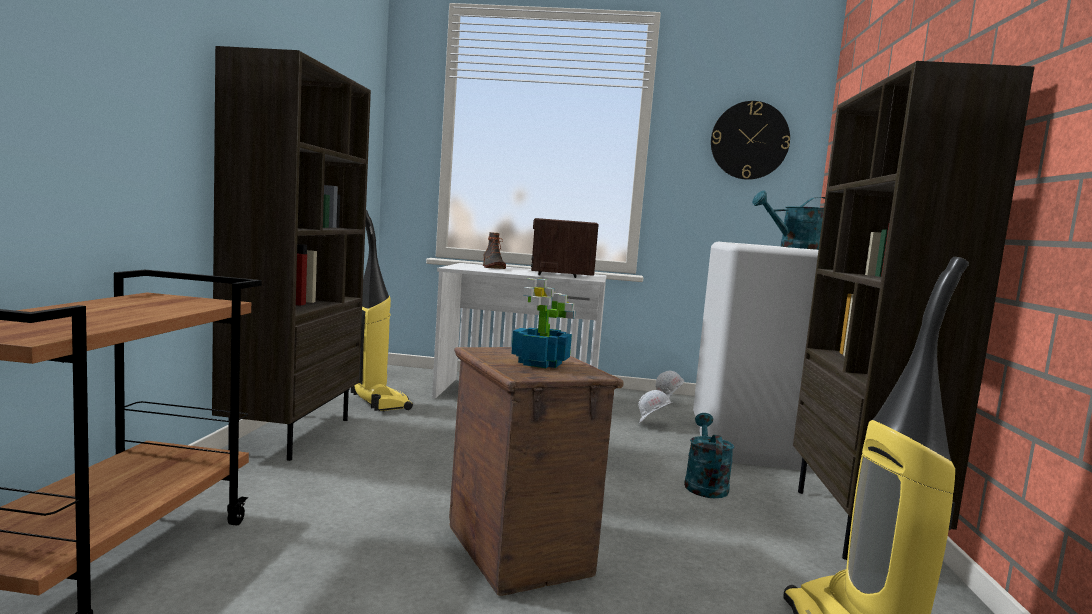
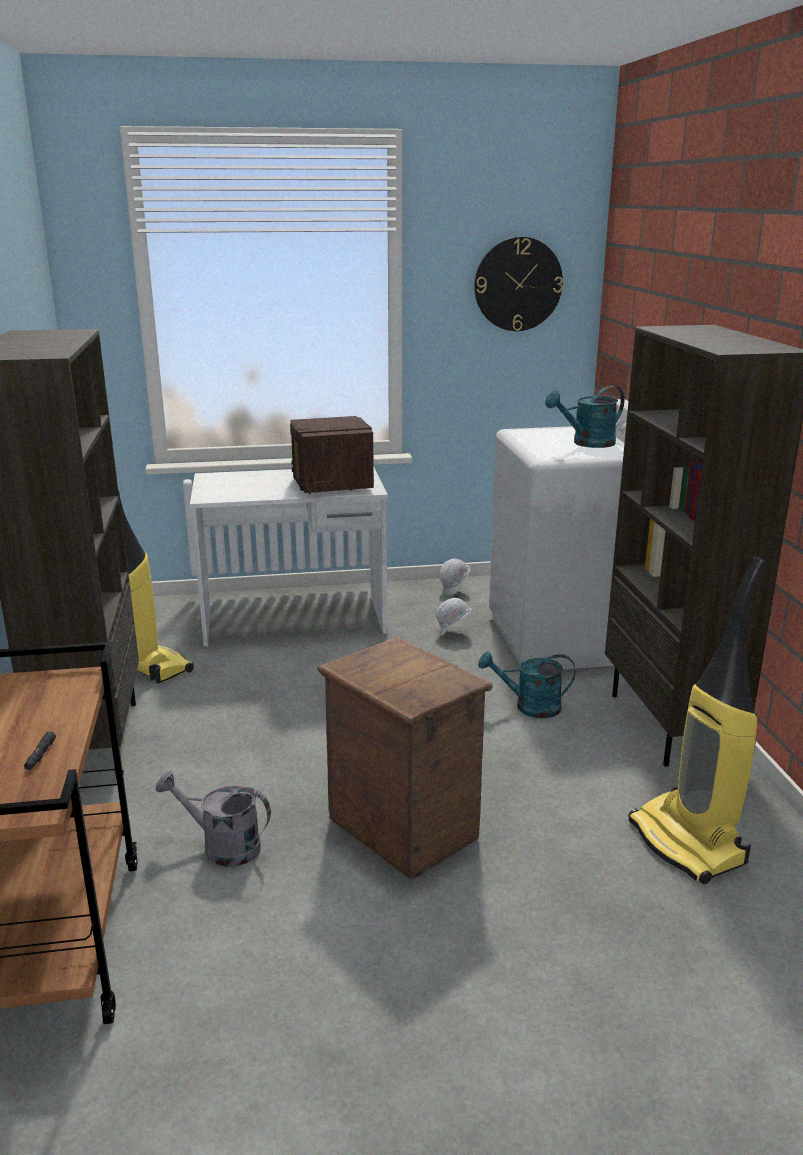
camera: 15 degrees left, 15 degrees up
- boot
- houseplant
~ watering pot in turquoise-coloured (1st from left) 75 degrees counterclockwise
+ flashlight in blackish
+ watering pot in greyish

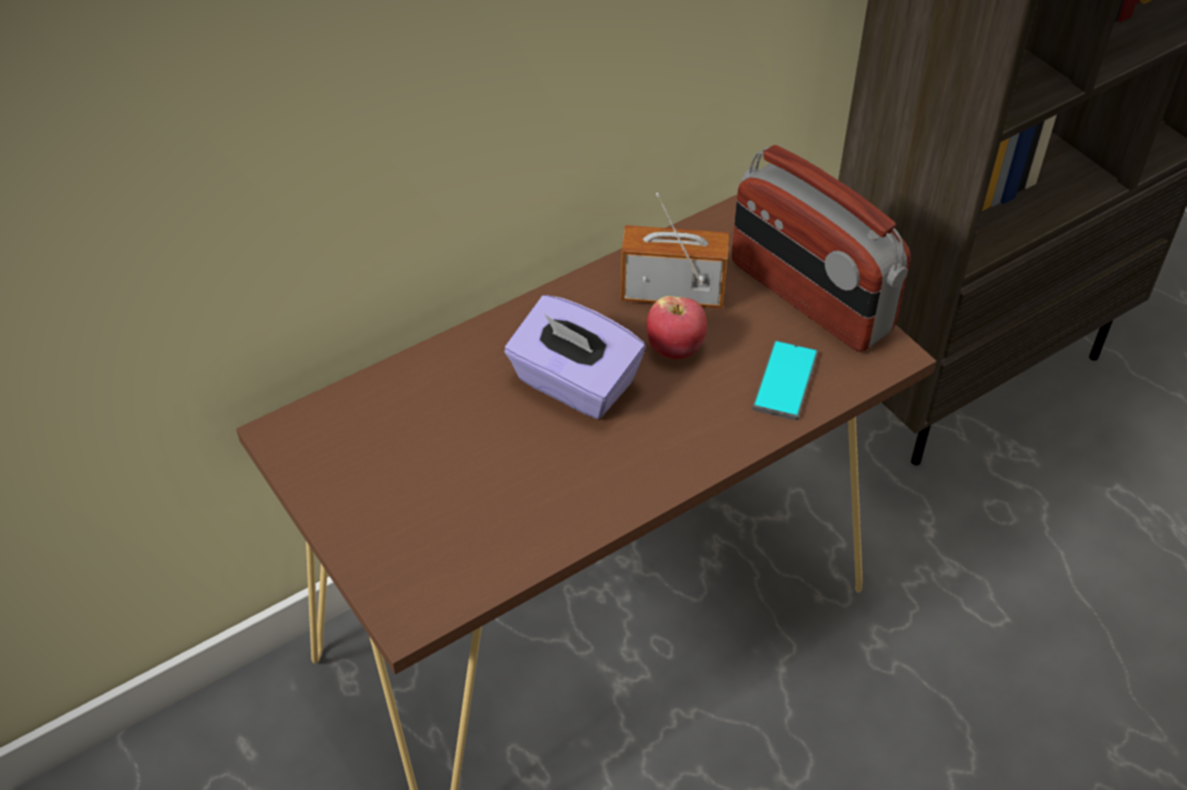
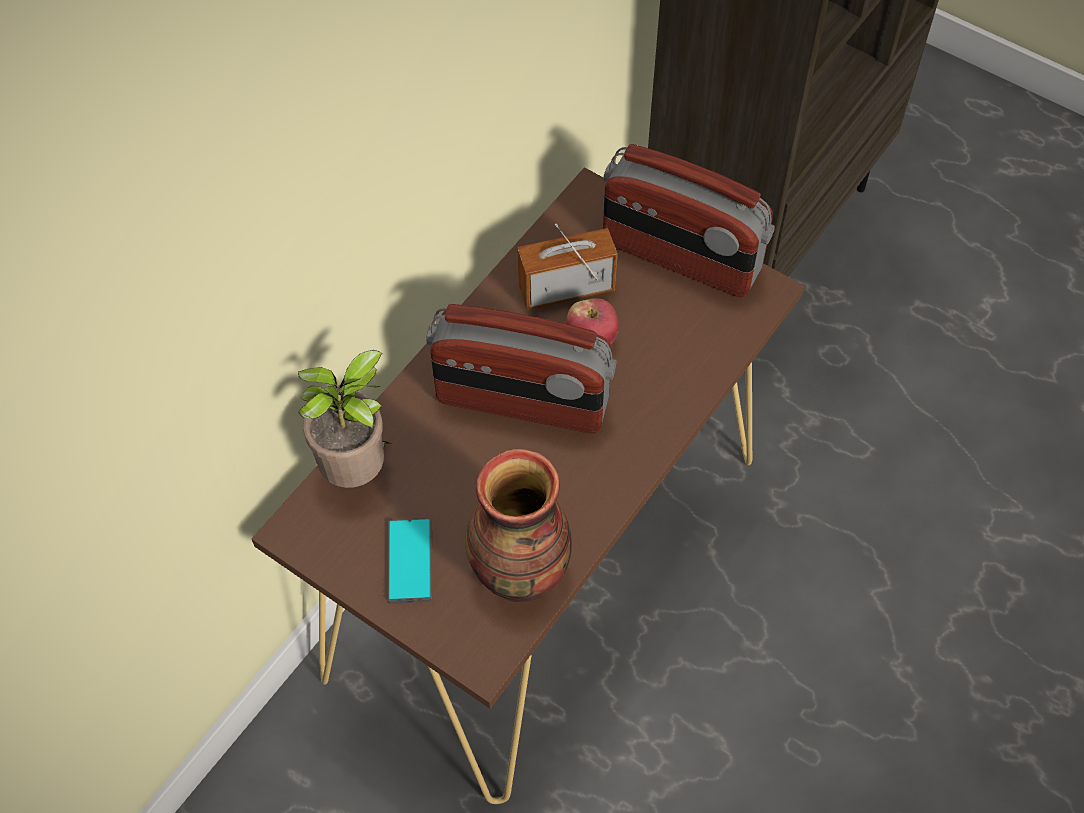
camera: 20 degrees left, 10 degrees up
~ tissue holder in purplish to radio (1st from left)
~ phone
+ houseplant
+ vase

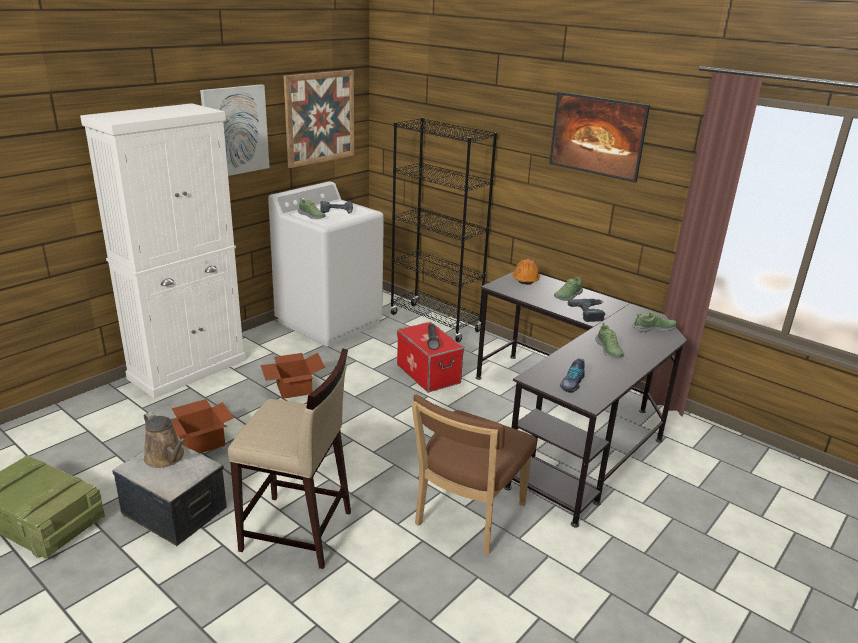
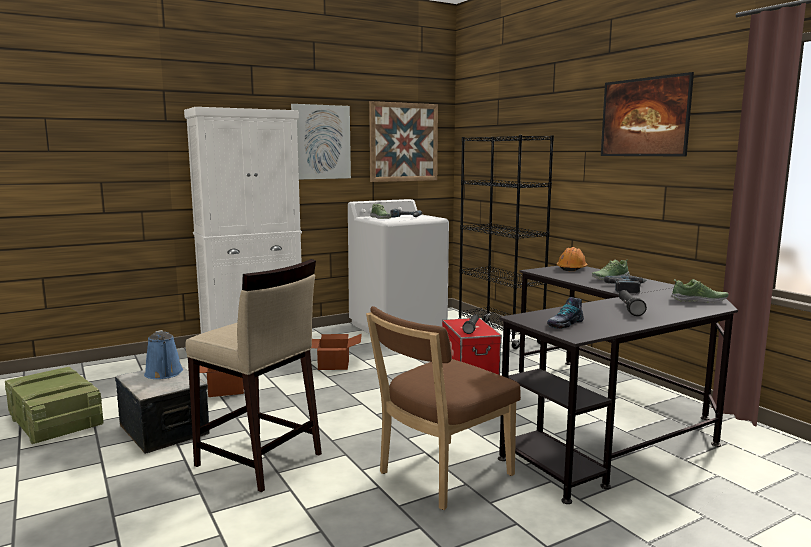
camera: 20 degrees right, 15 degrees down
~ watering pot in brownish to watering pot in blue
~ shoe (4th from left) to flashlight in blackish (2nd from left)

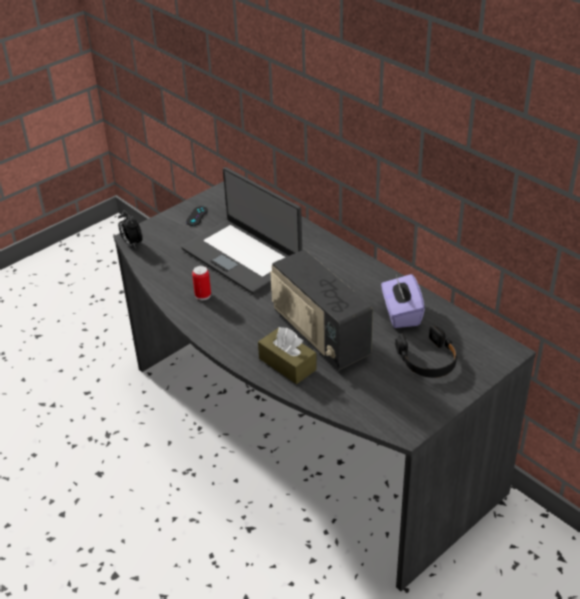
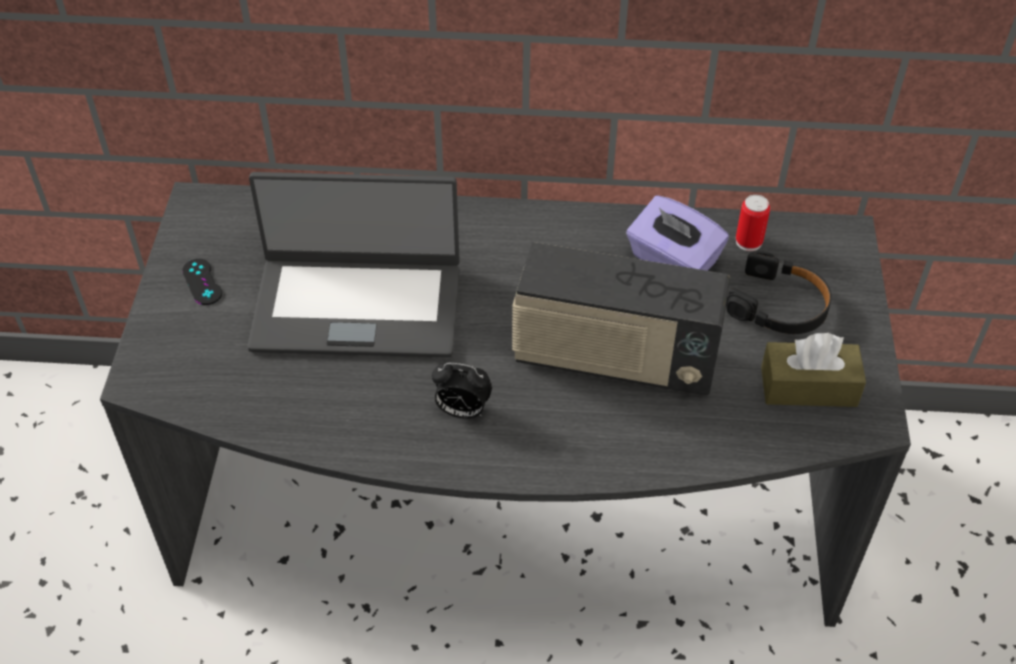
camera: 45 degrees left, 10 degrees up
~ bedside clock
~ sealed can
~ tissue holder in brownish

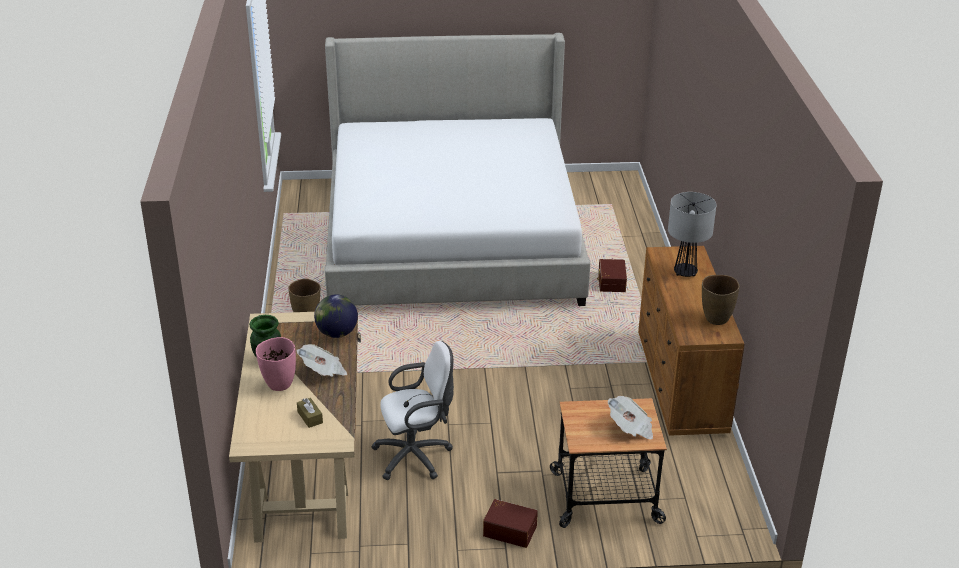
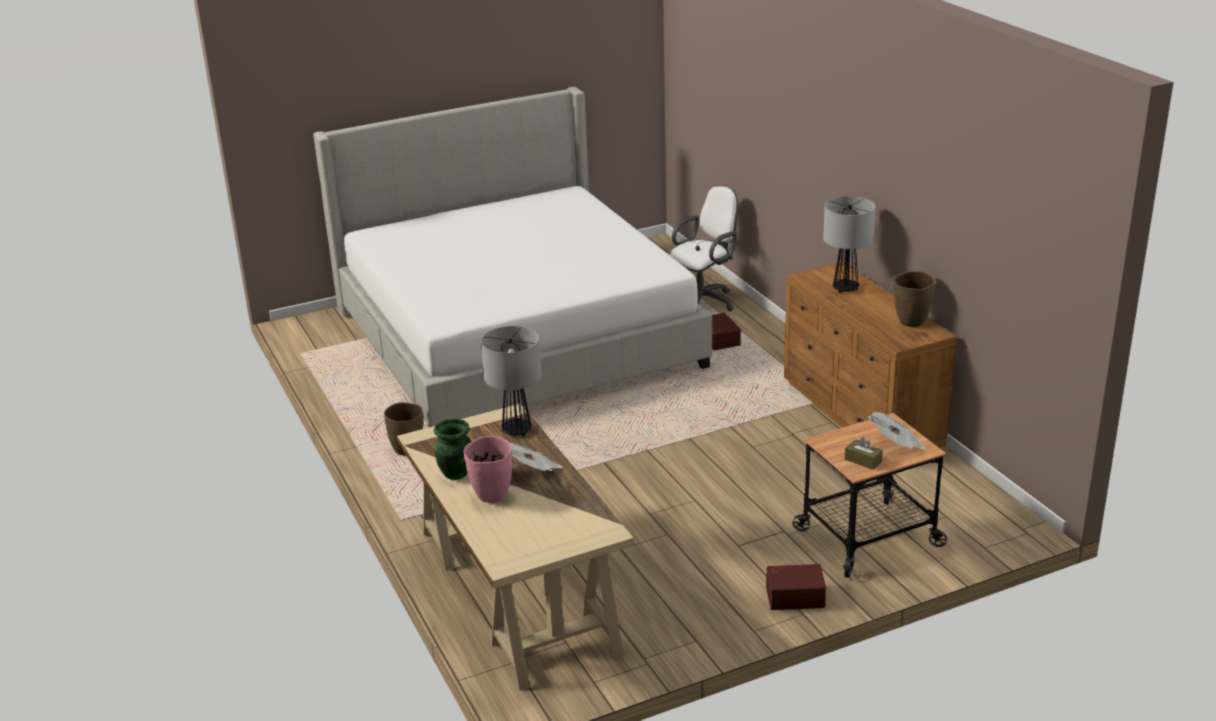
camera: 20 degrees left, 5 degrees down
~ tissue holder in brownish
~ world globe to table lamp (1st from left)
~ computer chair in whitish

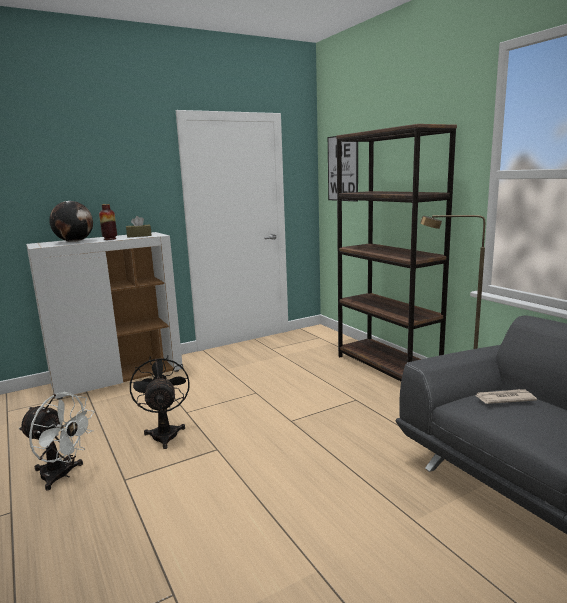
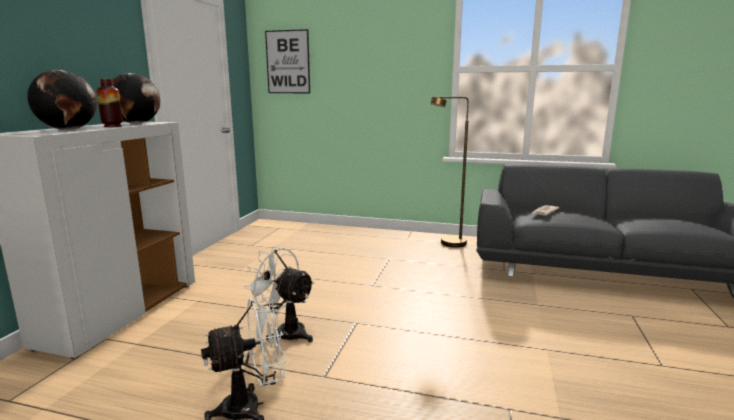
camera: 45 degrees left, 0 degrees up
~ tissue holder in brownish to world globe (2nd from left)
~ fan in blackish to fan in whitish (2nd from left)
- bookcase in brownish

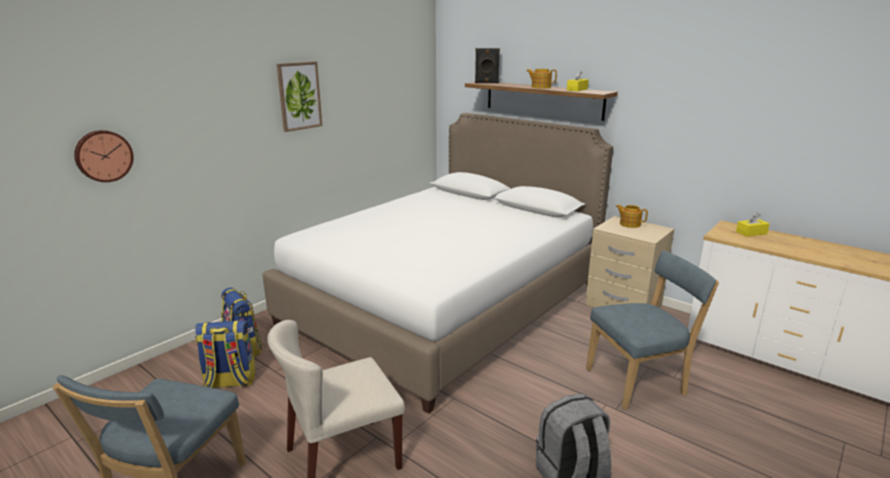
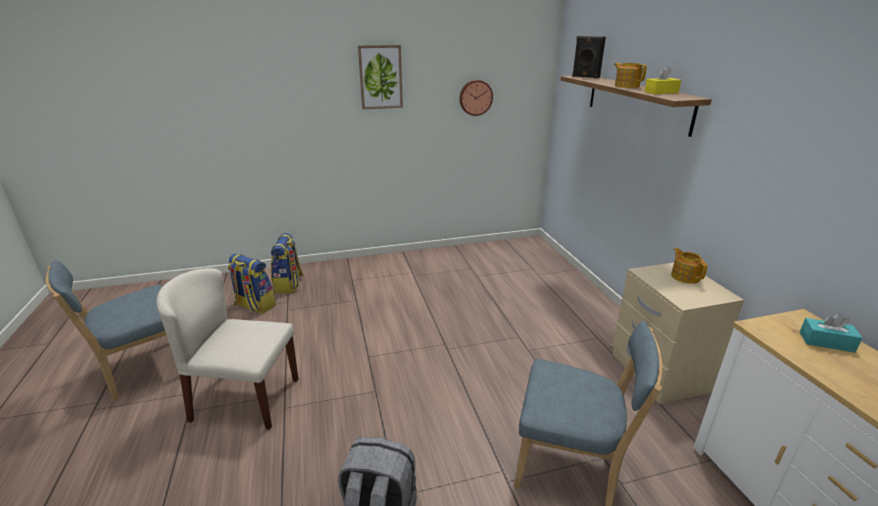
camera: 35 degrees right, 5 degrees up
~ hanging clock
- bed in whitish
~ tissue holder in yellow (2nd from left) to tissue holder in turquoise-coloured

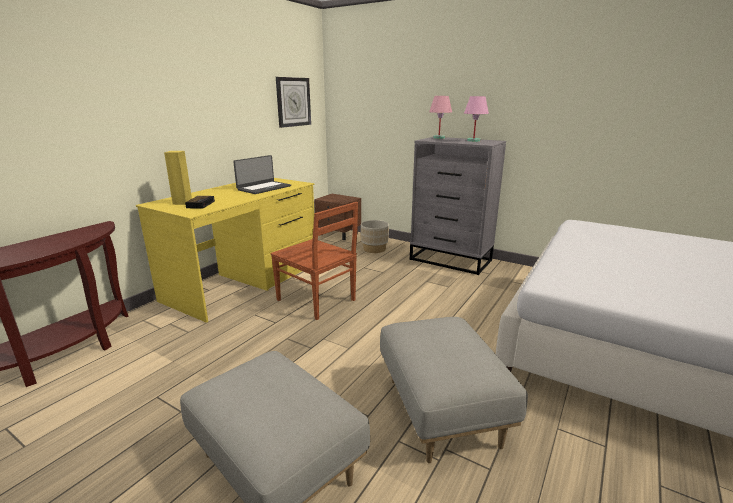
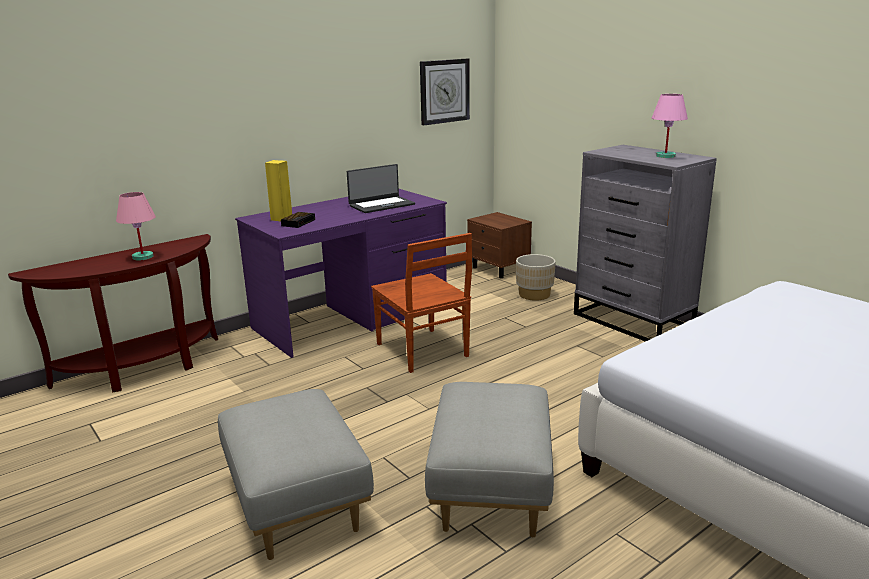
camera: 20 degrees right, 0 degrees up
~ desk unit in yellow to desk unit in purplish
~ table lamp in pink-coloured (1st from left)

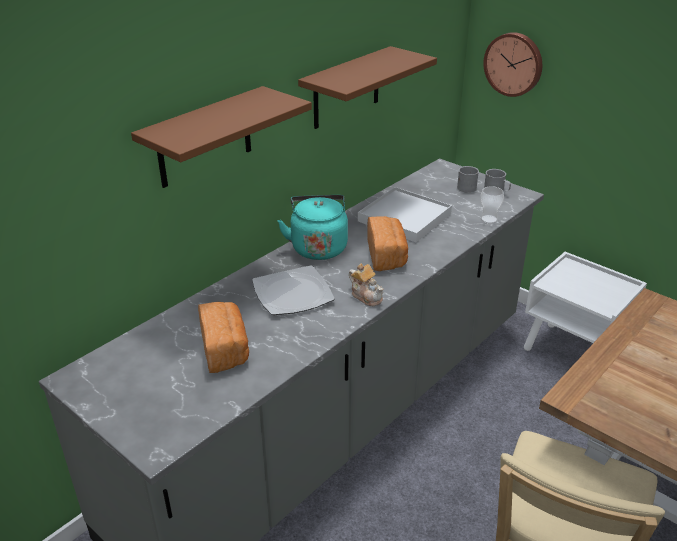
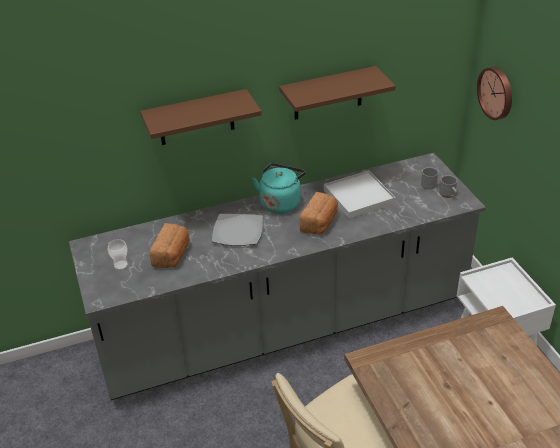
camera: 30 degrees right, 5 degrees up
- pot for tea
~ small cup

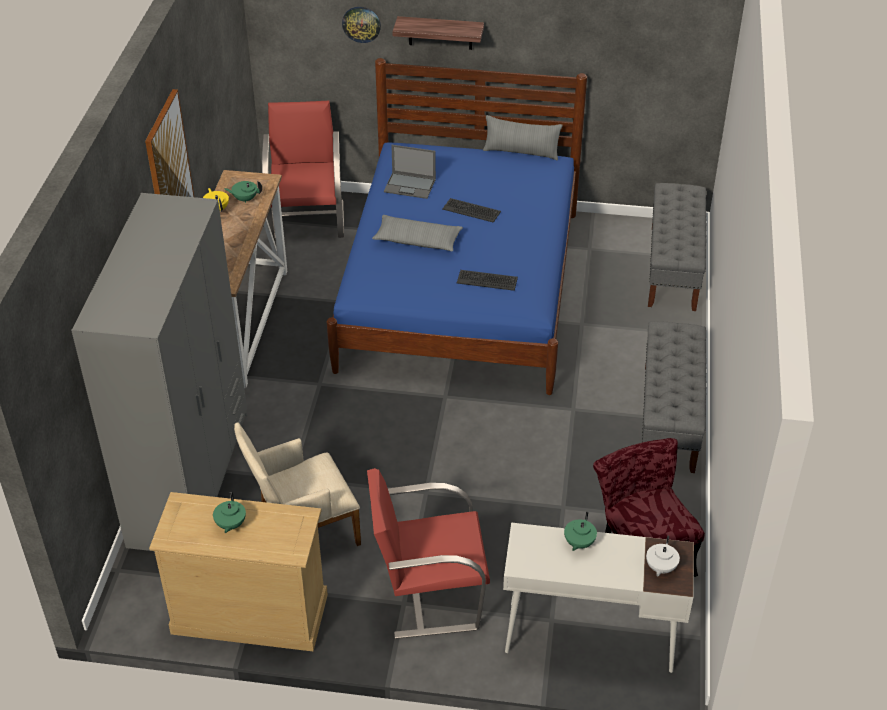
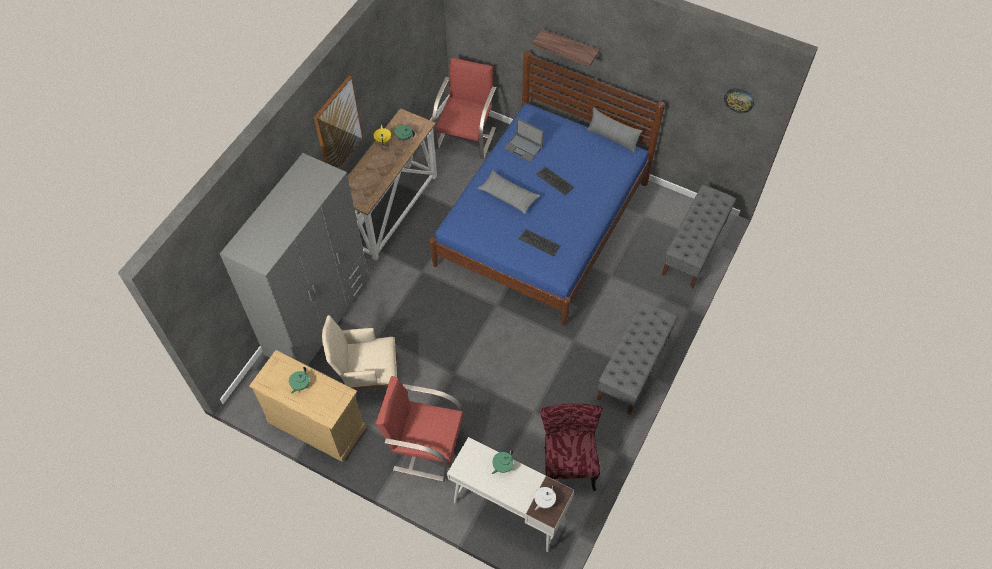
camera: 20 degrees right, 15 degrees up
~ hanging clock

